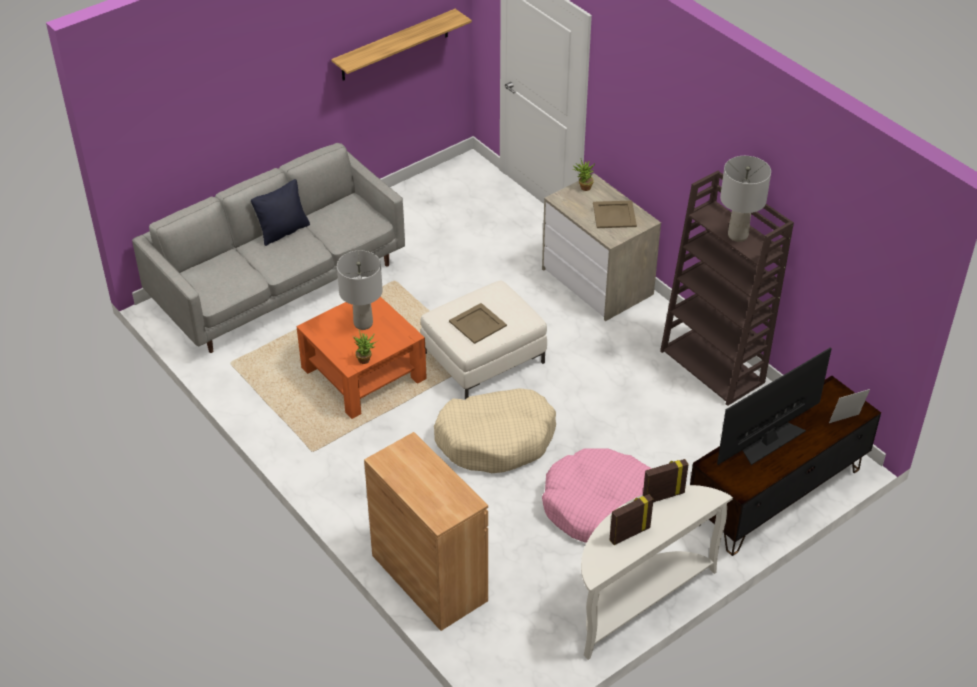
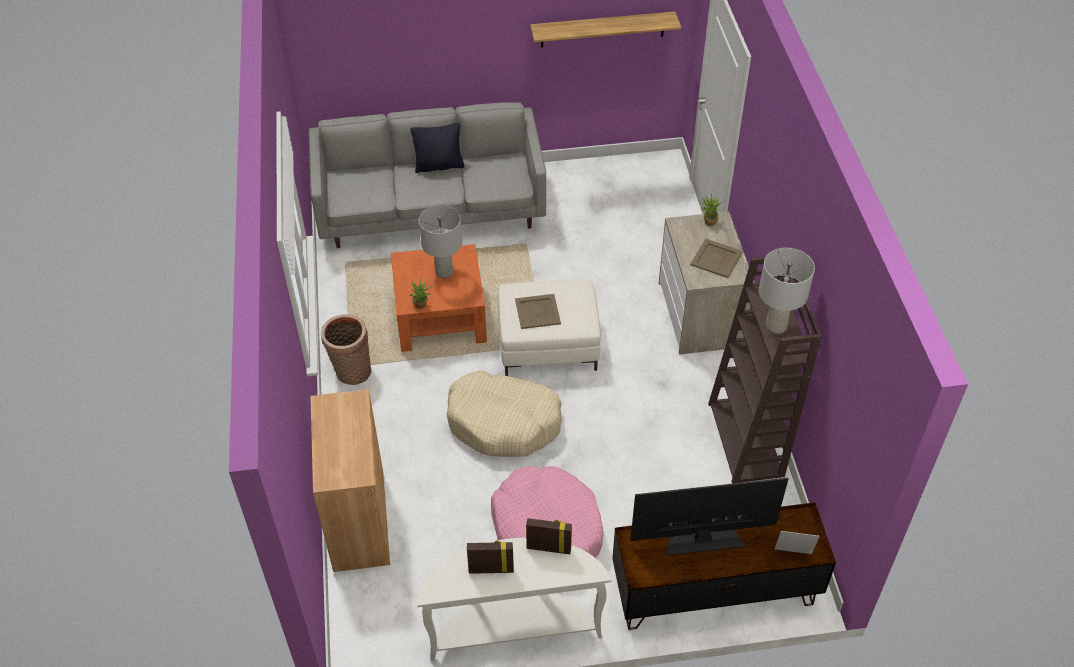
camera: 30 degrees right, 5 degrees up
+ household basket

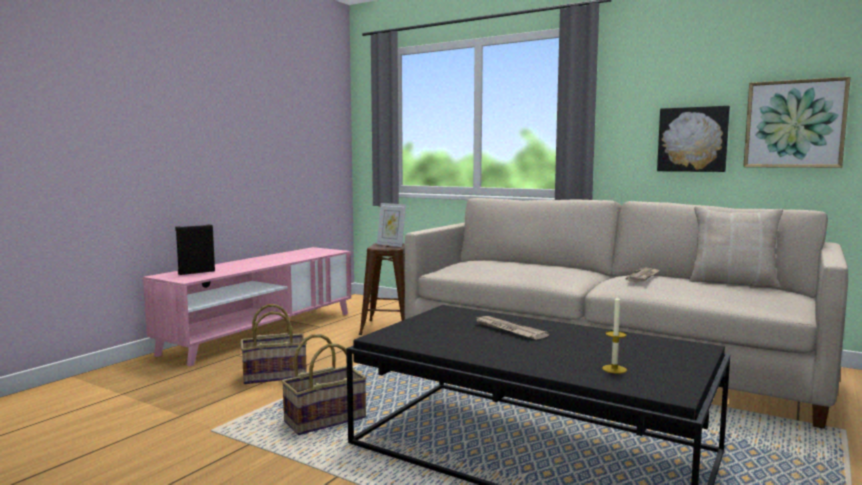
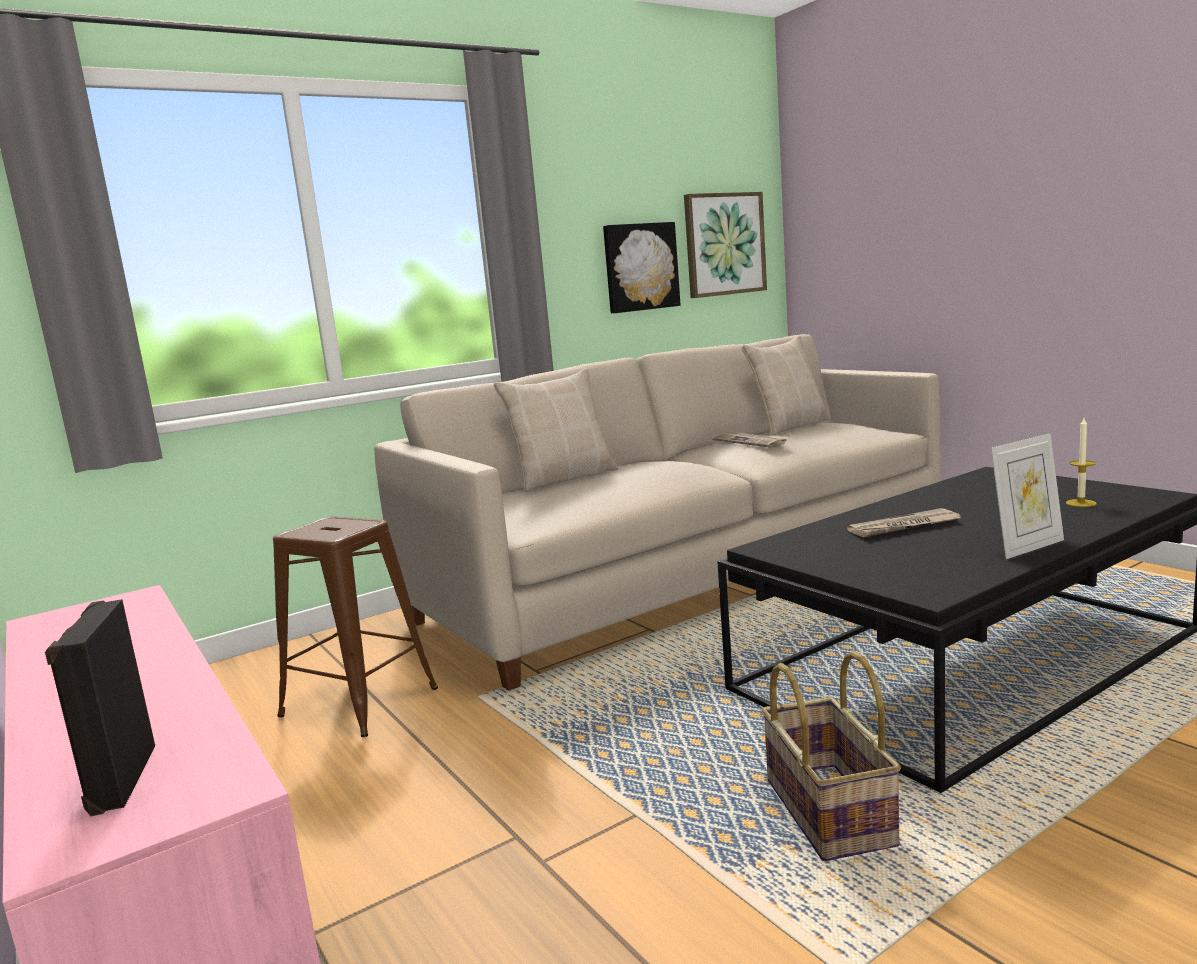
camera: 65 degrees left, 5 degrees up
- household basket (1st from left)
~ standing frame
+ throw pillow in sand-coloured (1st from left)

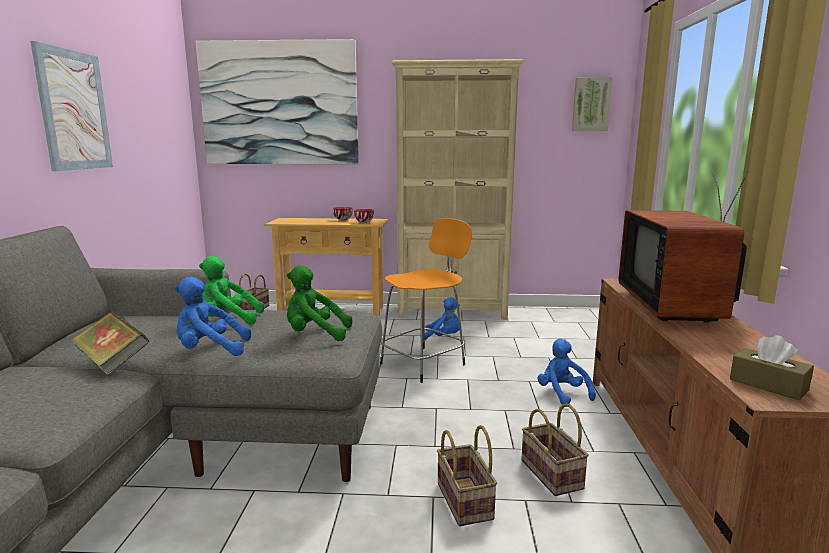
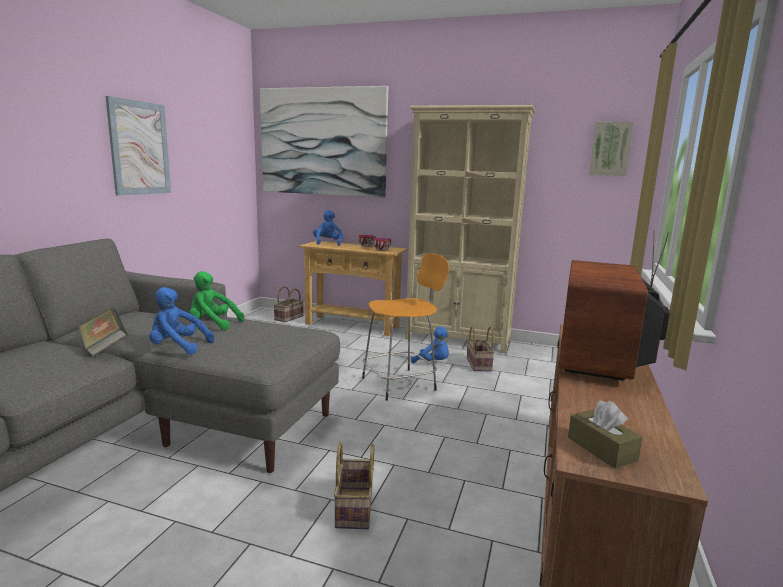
camera: 15 degrees right, 0 degrees up
- plush toy in green-coloured (2nd from left)
~ household basket (3rd from left)
~ plush toy in blue (3rd from left in the first image) to plush toy in blue (2nd from left)

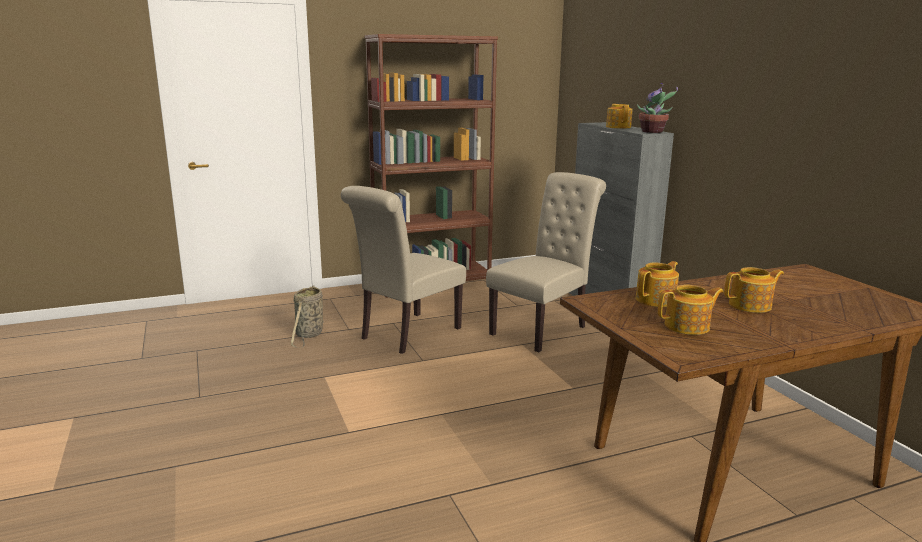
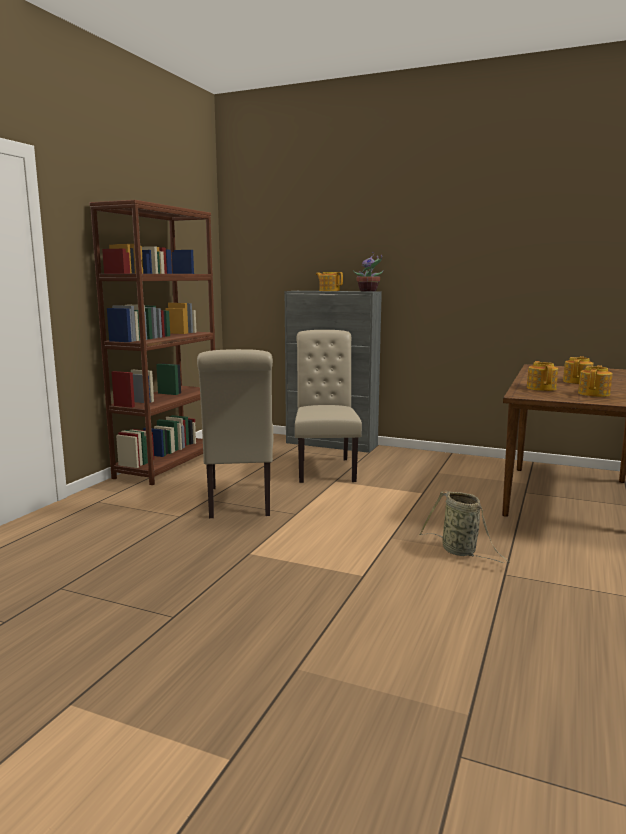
camera: 45 degrees left, 5 degrees down
~ household basket

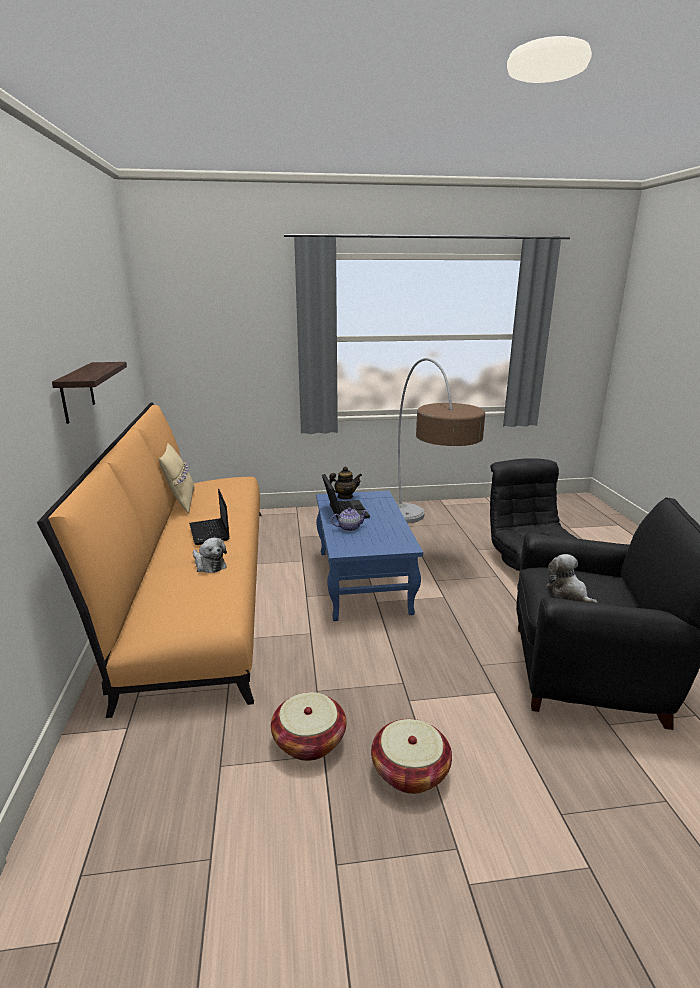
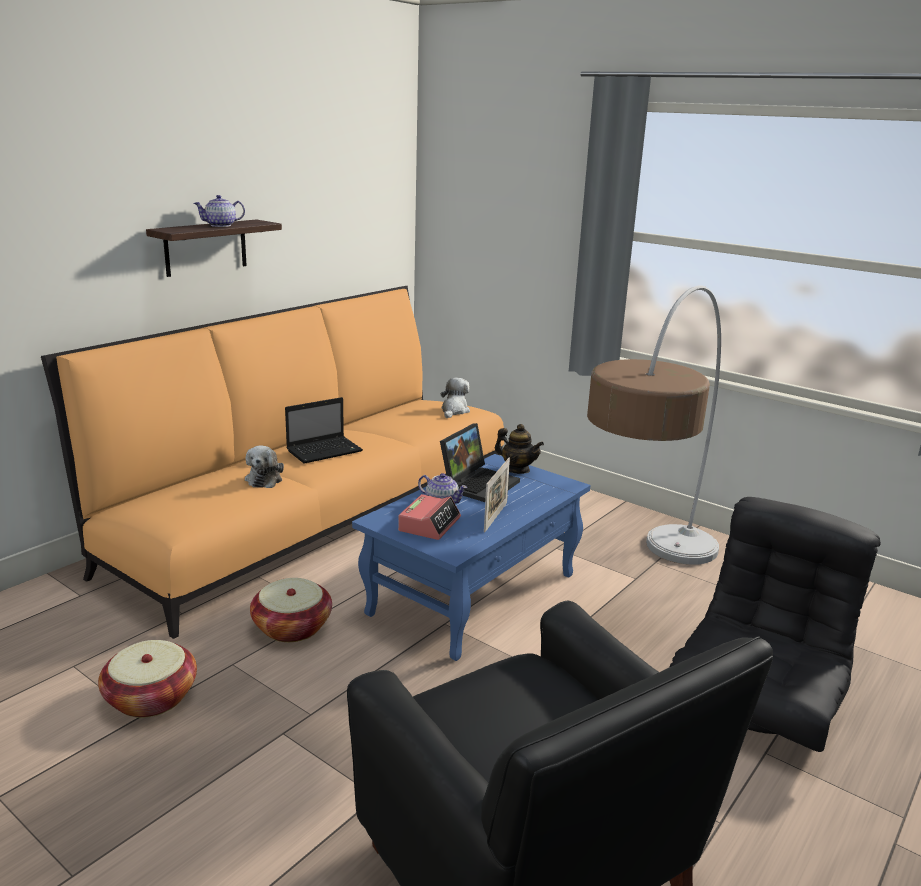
camera: 45 degrees right, 0 degrees up
- throw pillow in sand-coloured
~ notebook computer (1st from left) 150 degrees counterclockwise
~ household basket (2nd from left)
~ plush toy (2nd from left)
+ pot for tea (1st from left)
+ bedside clock
+ standing frame

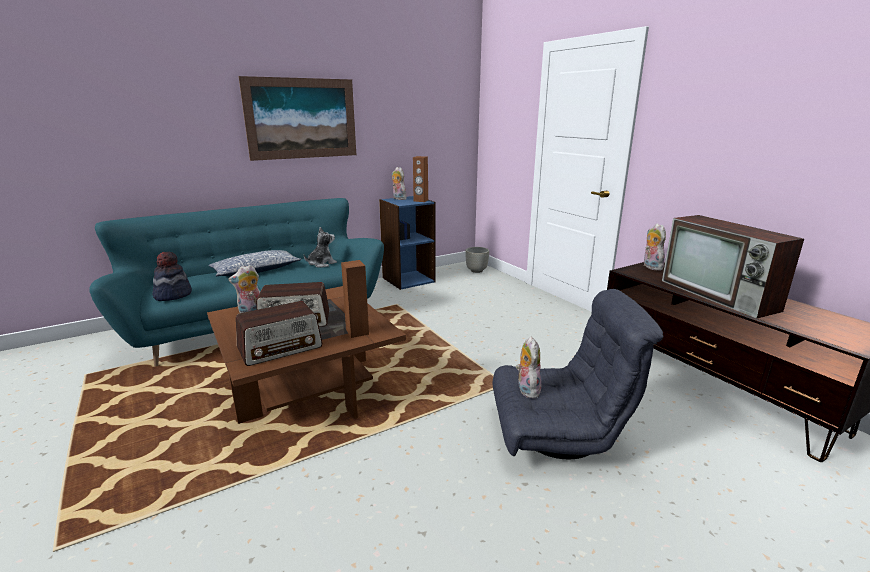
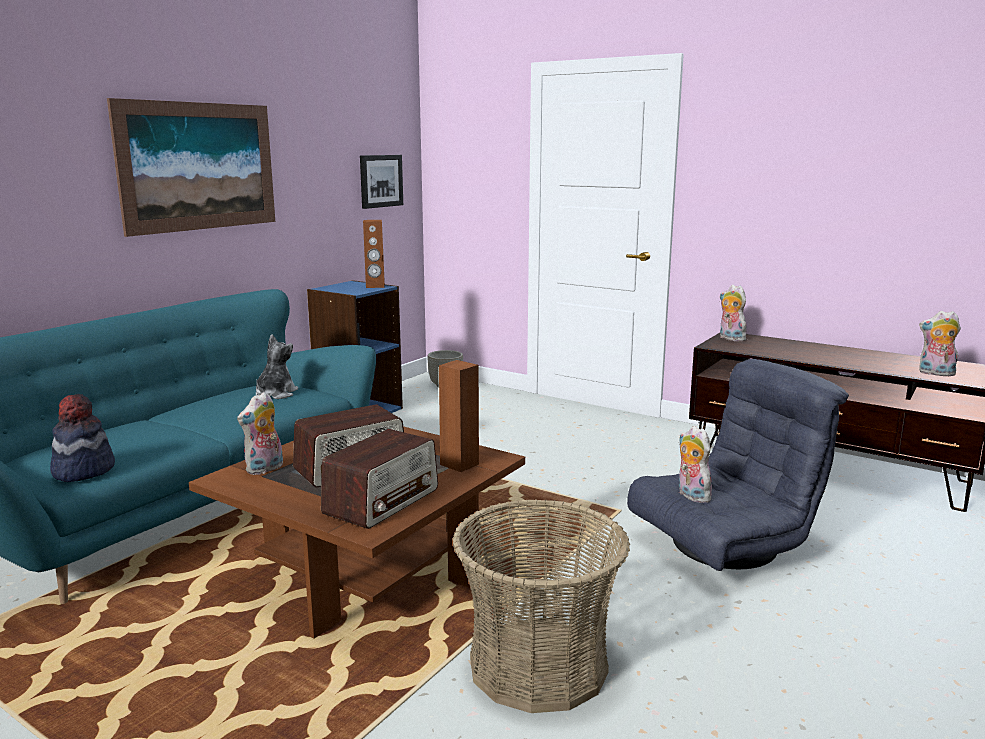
camera: 25 degrees left, 5 degrees down
- throw pillow
~ plush toy (3rd from left in the first image) to plush toy (5th from left)
- TV set
+ wall picture (2nd from left)
+ household basket

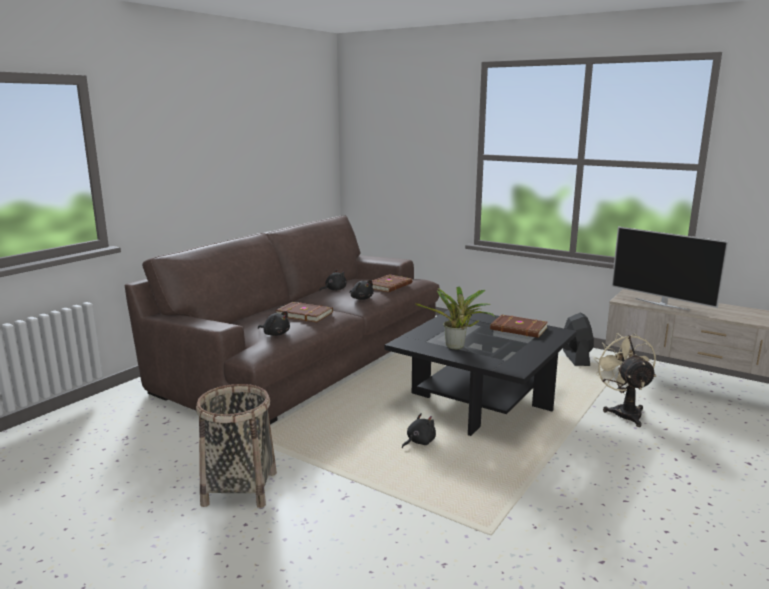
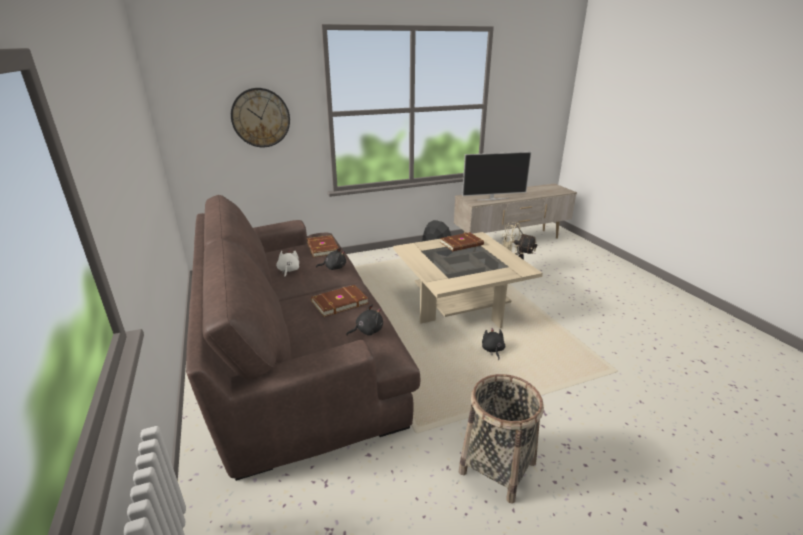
camera: 55 degrees left, 10 degrees up
~ plush toy in blackish (2nd from left) to plush toy in whitish
~ lounge table in blackish to lounge table in sand-coloured
- houseplant
+ hanging clock

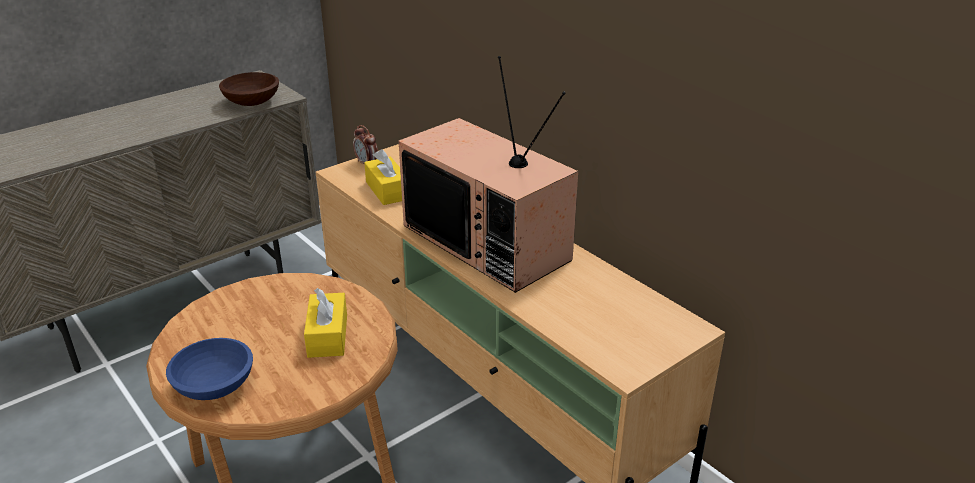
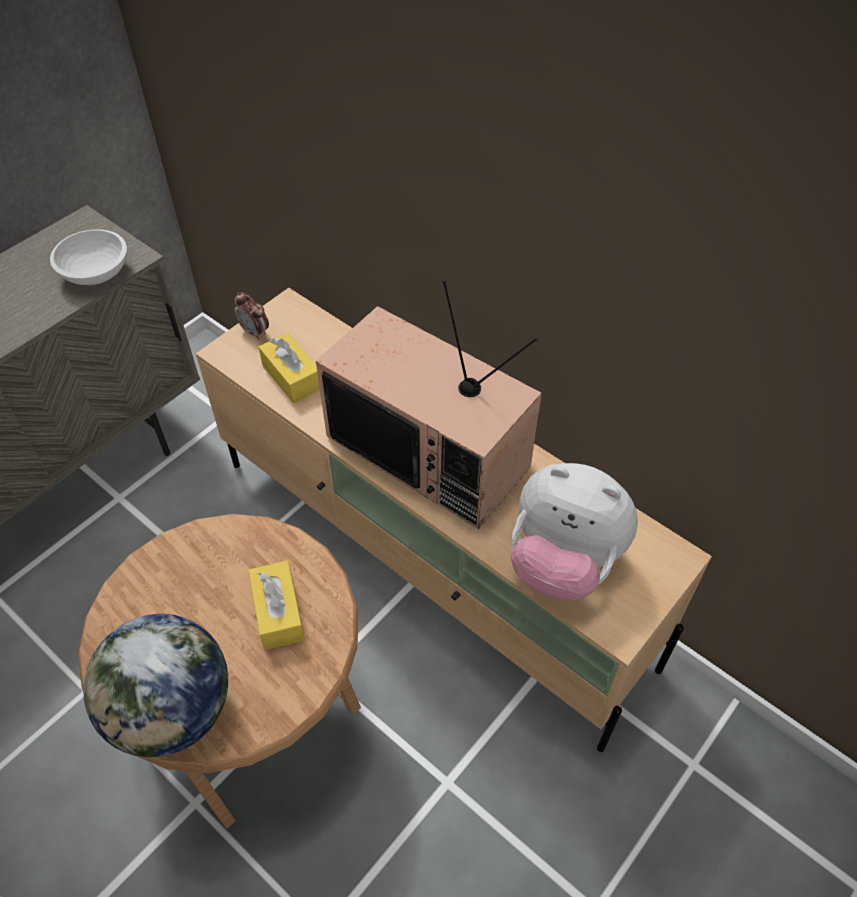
camera: 10 degrees left, 20 degrees up
~ serving bowl in blue to world globe
~ serving bowl in brownish to serving bowl in whitish
+ plush toy

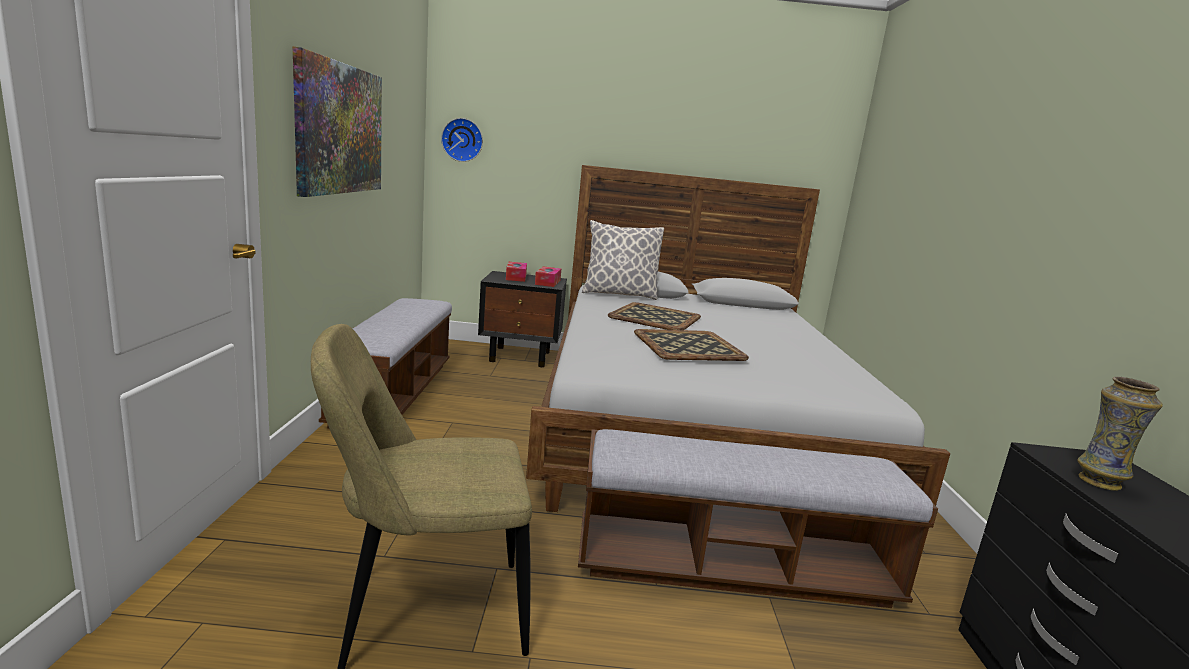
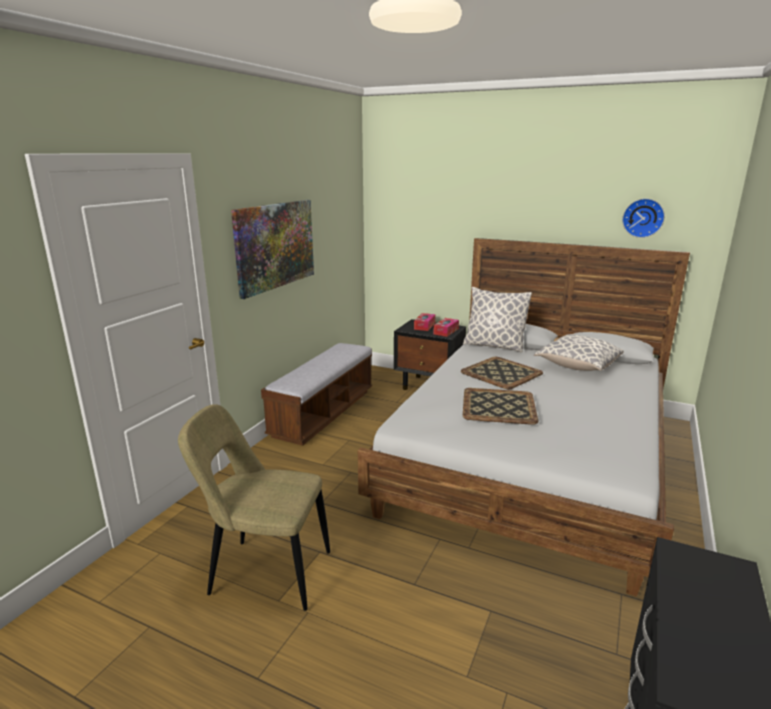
camera: 25 degrees right, 5 degrees up
~ hanging clock
- long seat (2nd from left)
- vase
+ throw pillow (2nd from left)

